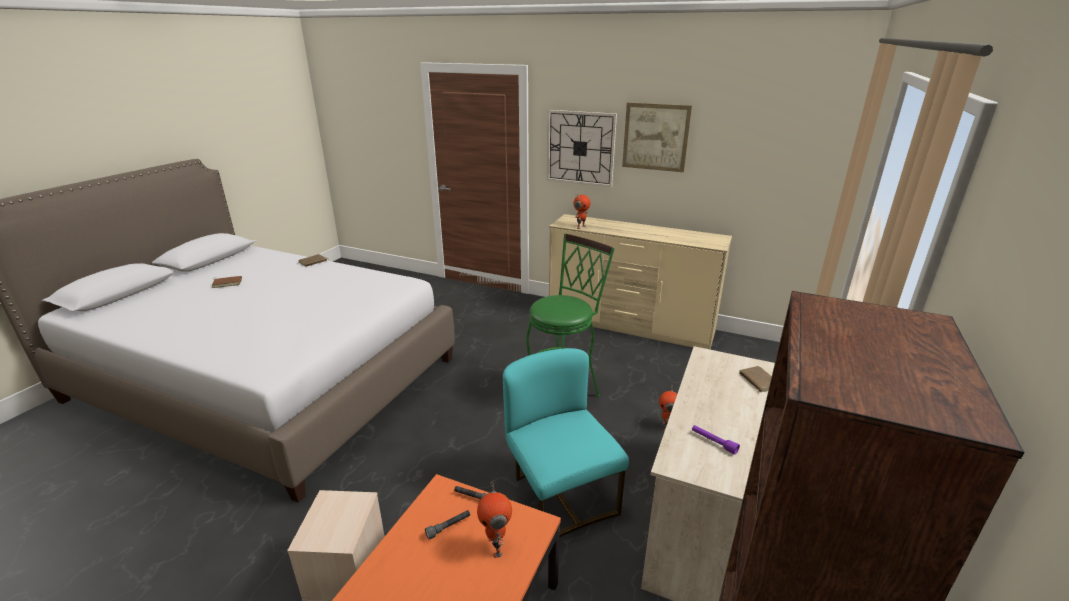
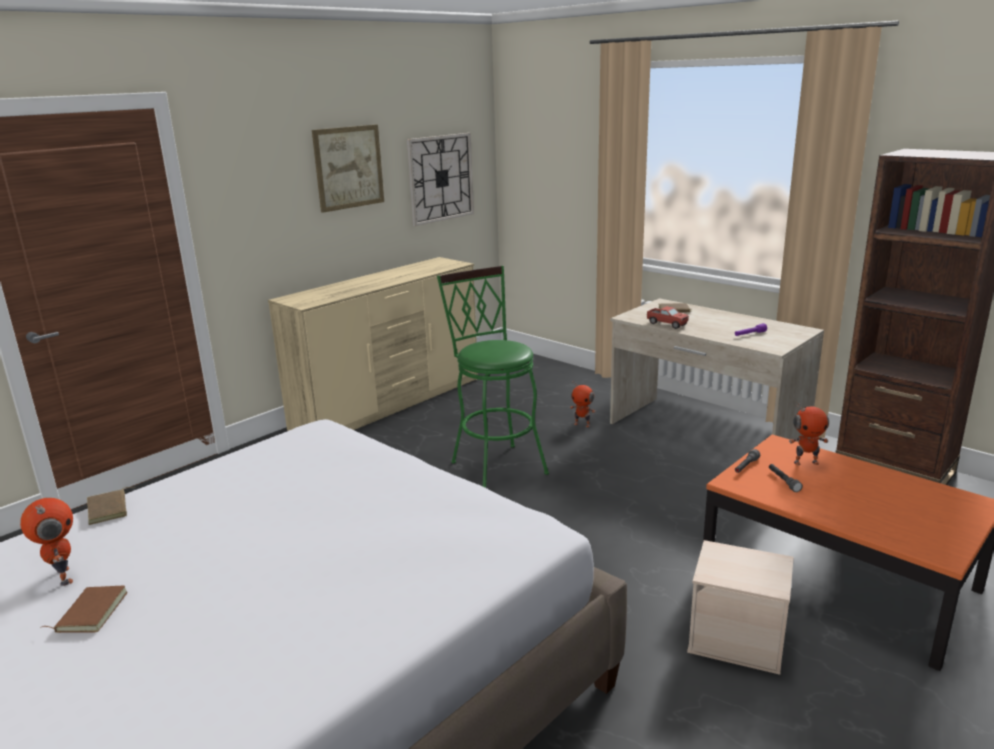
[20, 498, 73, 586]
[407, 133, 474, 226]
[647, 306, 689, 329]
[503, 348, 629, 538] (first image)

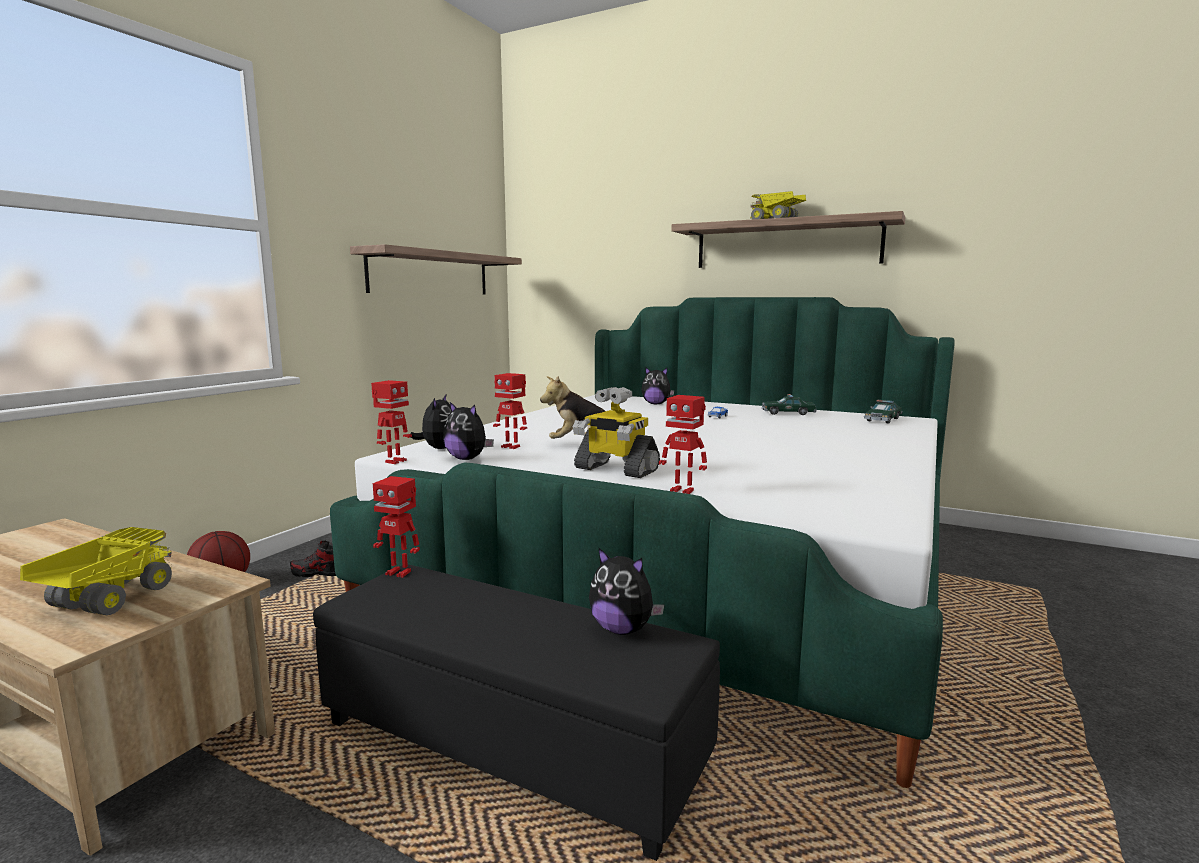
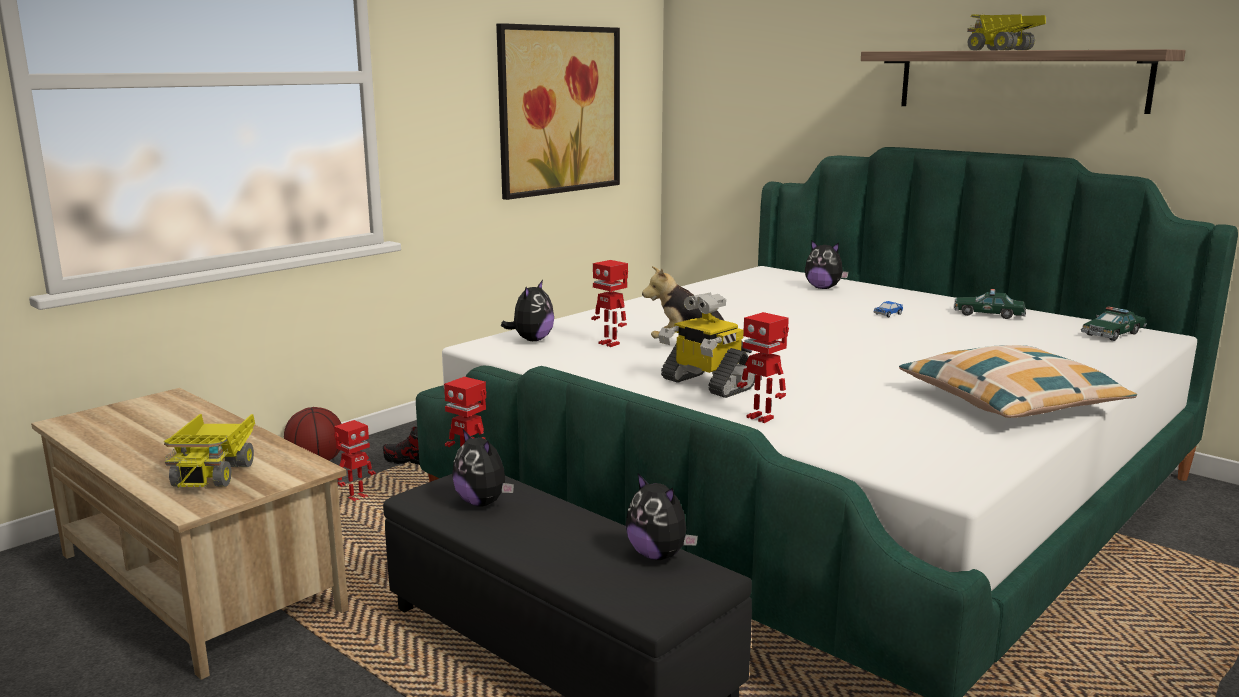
[164, 414, 255, 489]
[334, 420, 376, 501]
[452, 429, 514, 507]
[496, 23, 620, 200]
[899, 345, 1137, 418]

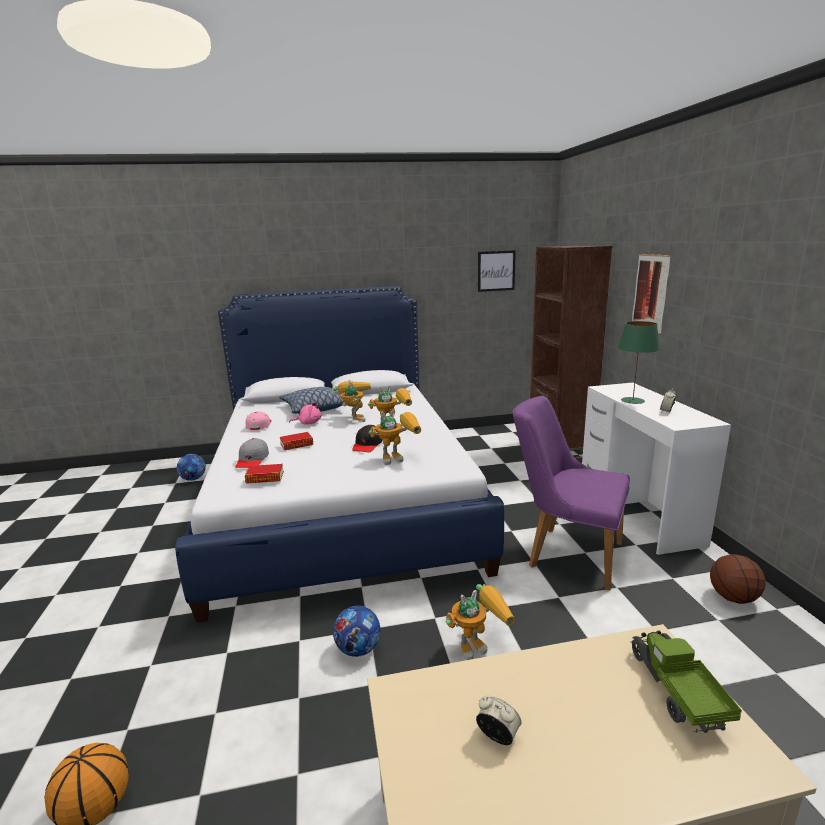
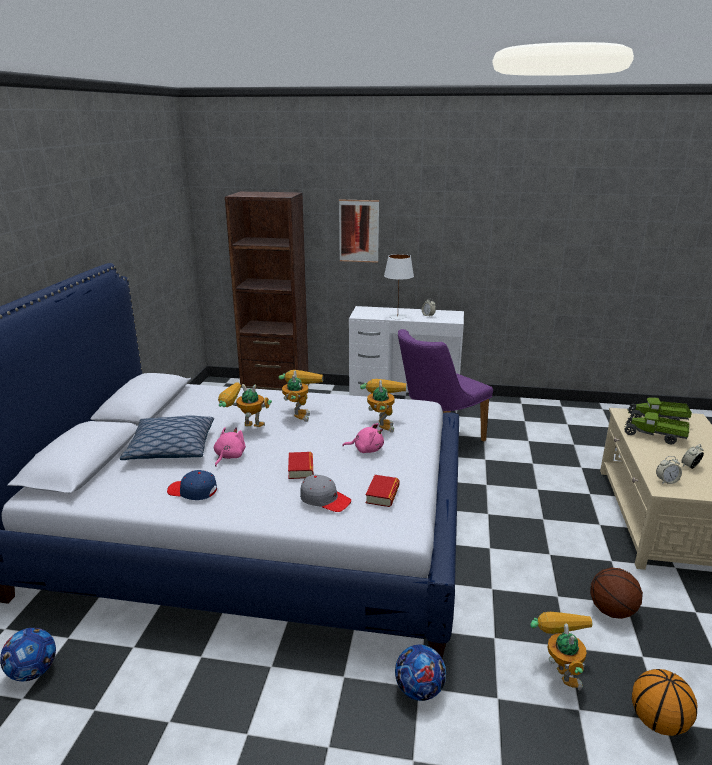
[167, 470, 217, 500]
[342, 423, 384, 453]
[384, 254, 414, 319]
[395, 645, 446, 701]
[530, 612, 592, 690]
[590, 568, 643, 619]
[624, 412, 689, 444]
[656, 456, 682, 484]
[352, 425, 383, 452] (first image)
[478, 250, 516, 292] (first image)

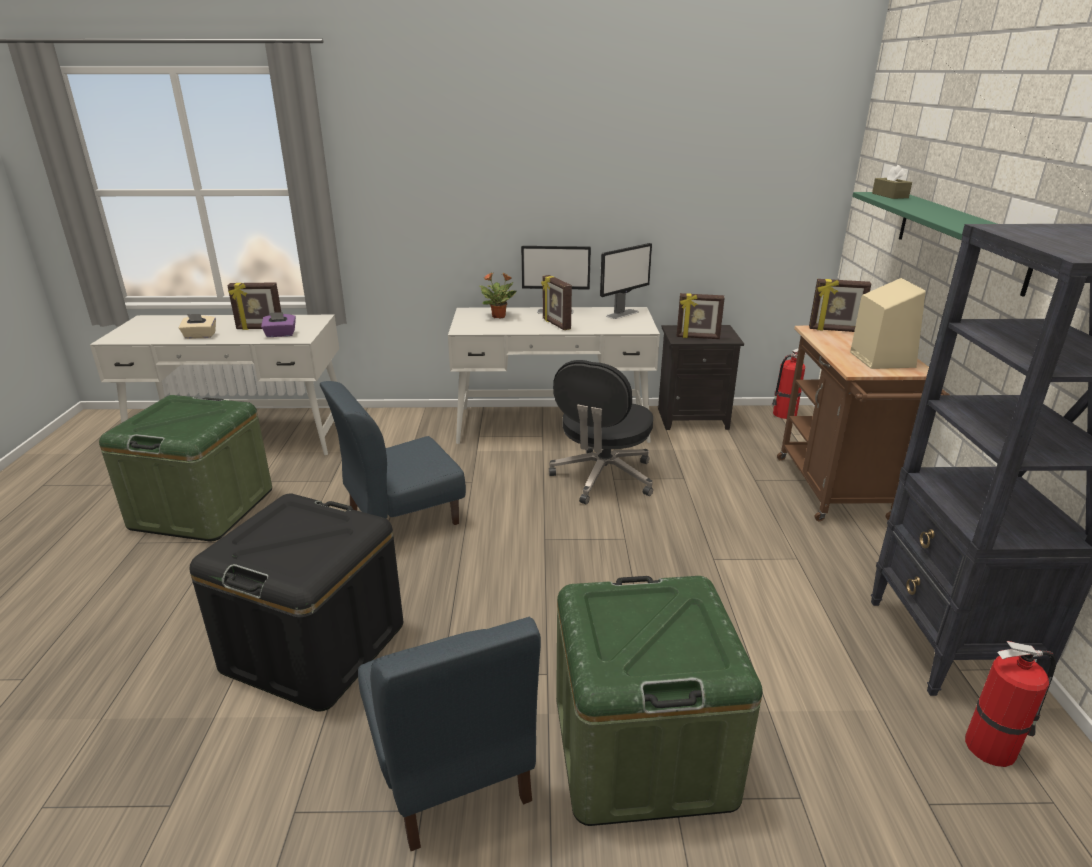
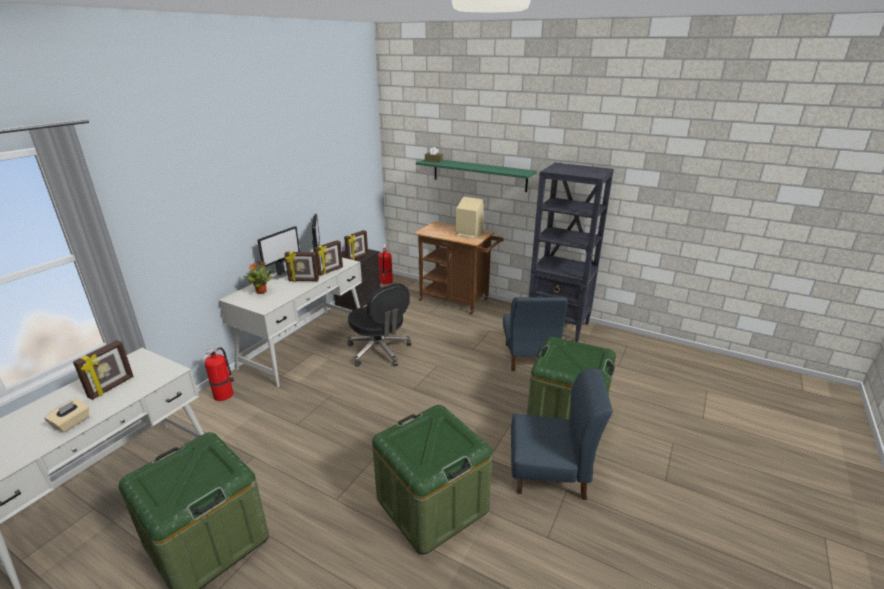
[202, 347, 235, 401]
[314, 240, 343, 276]
[372, 405, 492, 554]
[503, 297, 567, 371]
[261, 312, 296, 337] (first image)

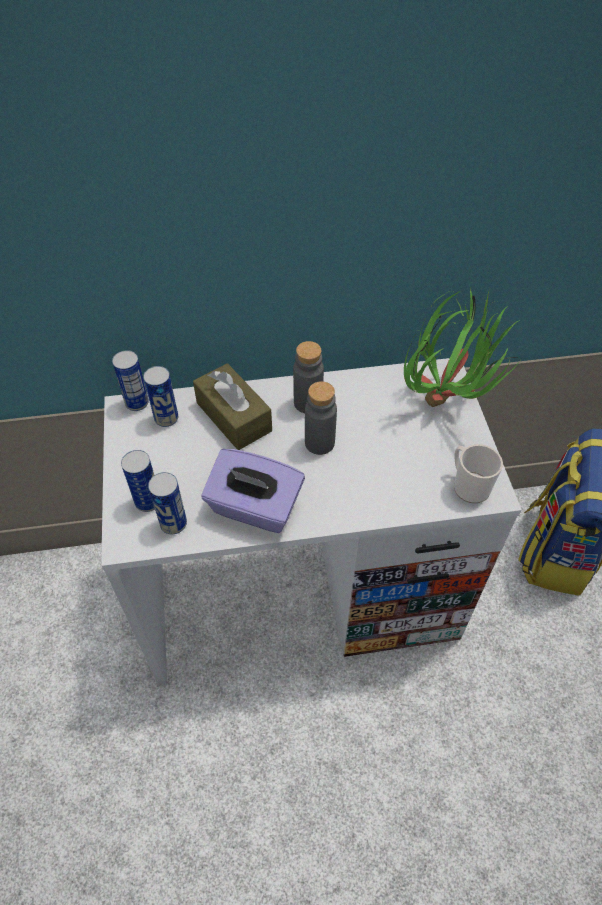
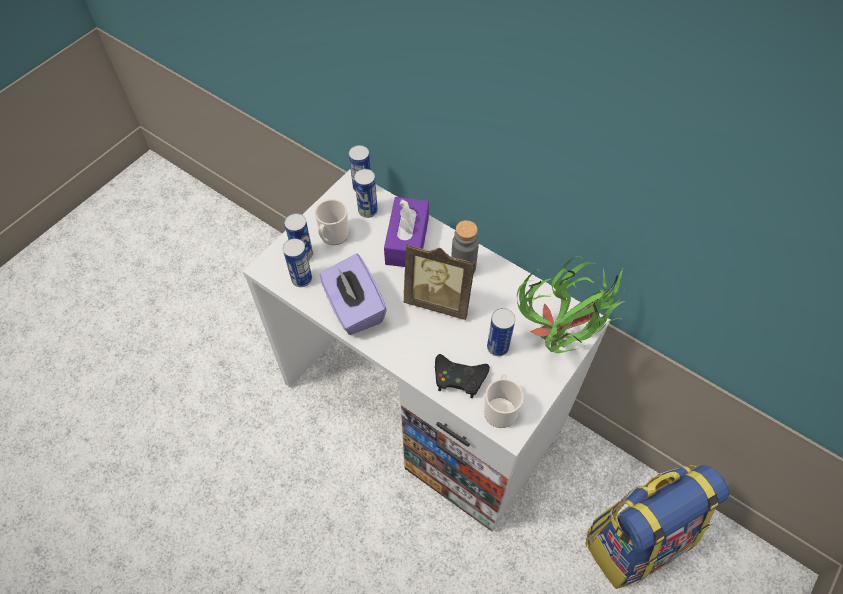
[315, 199, 349, 245]
[384, 197, 429, 267]
[404, 243, 475, 320]
[435, 354, 490, 398]
[487, 308, 515, 356]

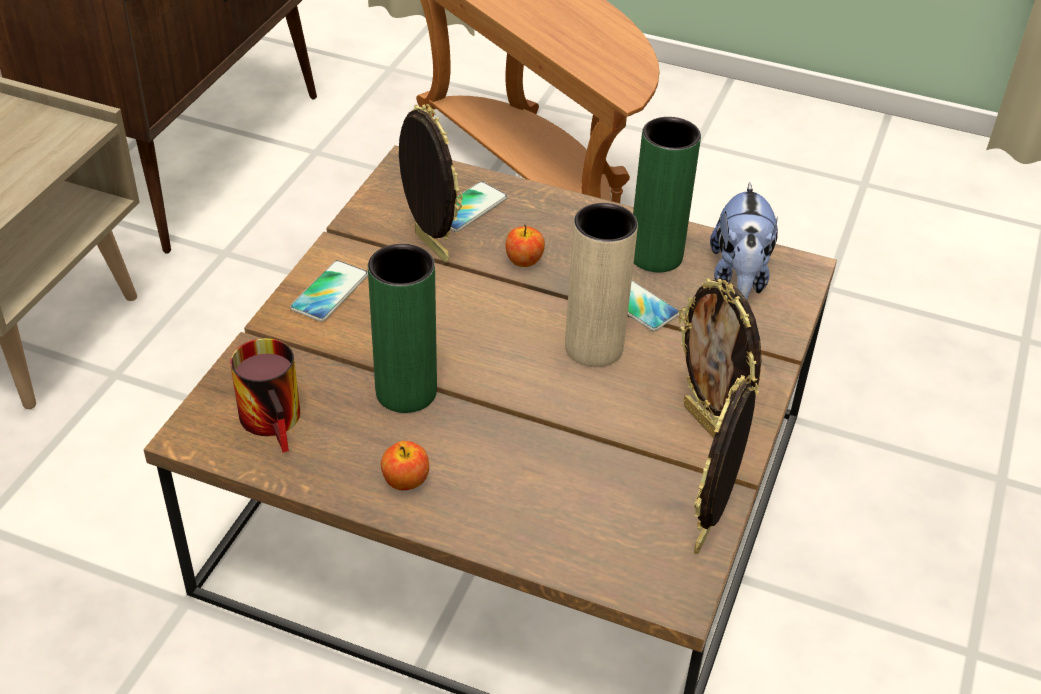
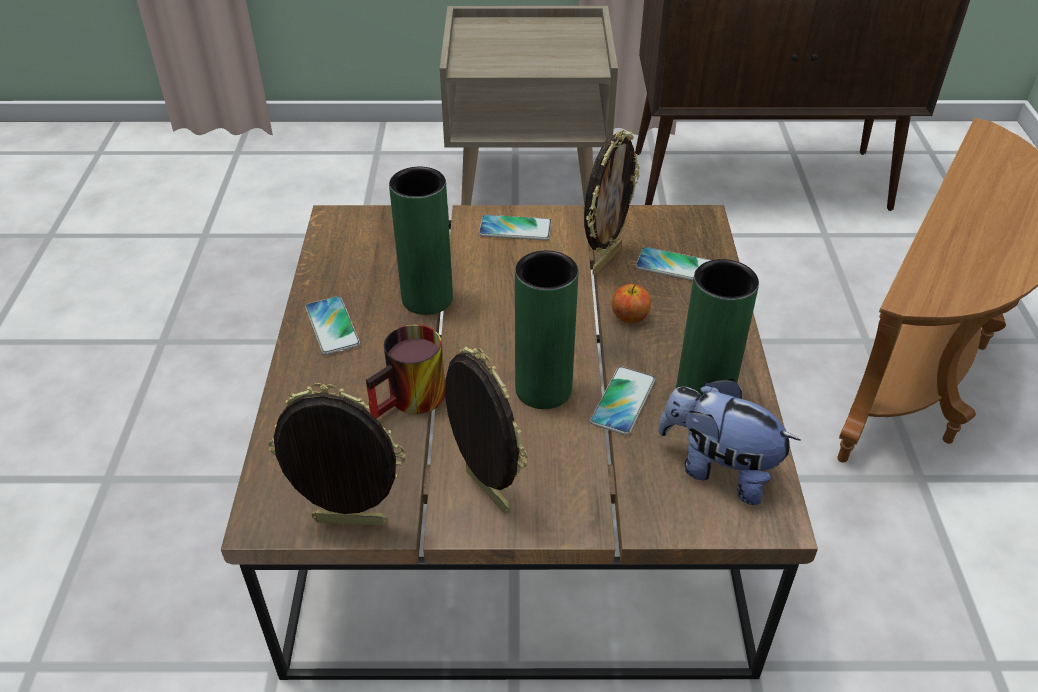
[305, 296, 360, 355]
[366, 324, 445, 418]
[445, 346, 528, 513]
[515, 250, 578, 409]
[658, 379, 801, 505]

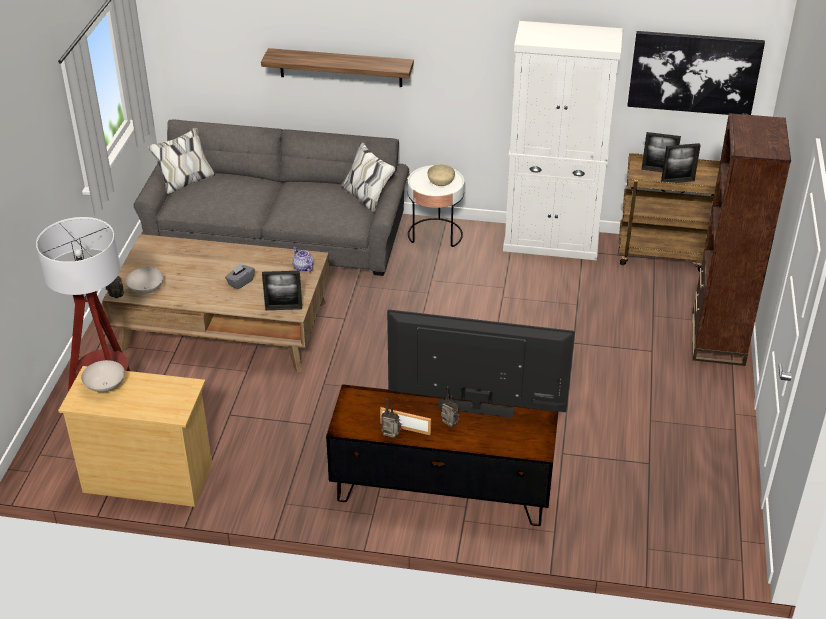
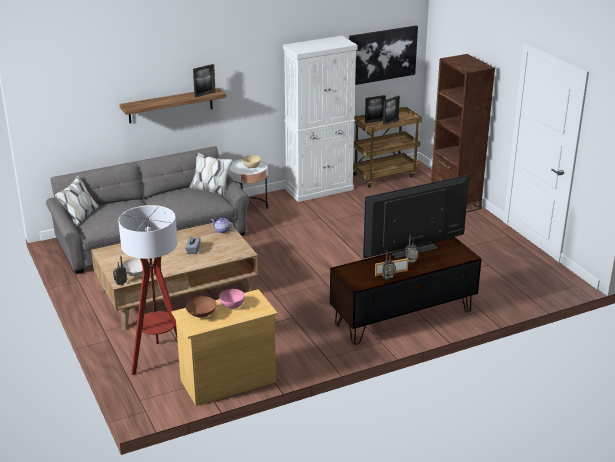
[185, 296, 217, 317]
[193, 64, 216, 97]
[219, 289, 245, 309]

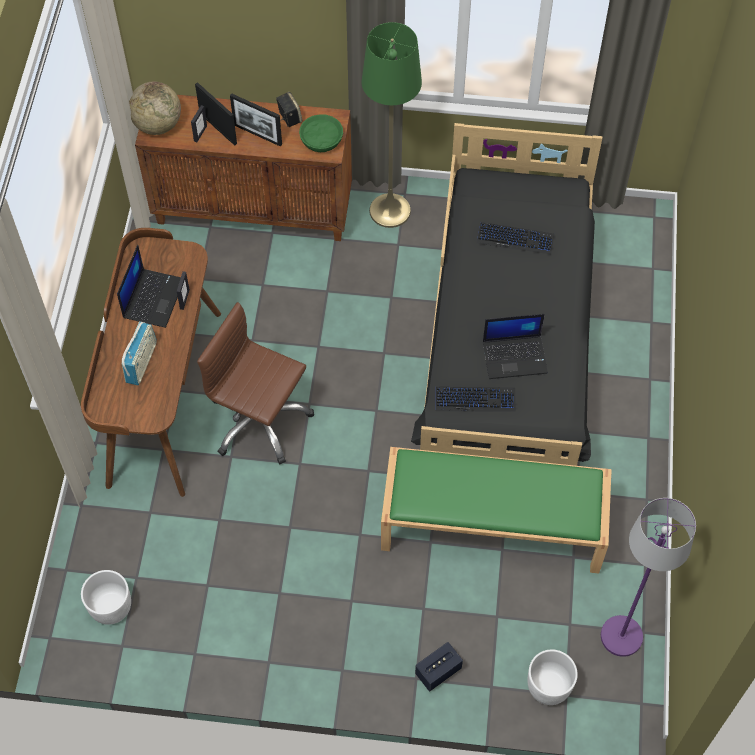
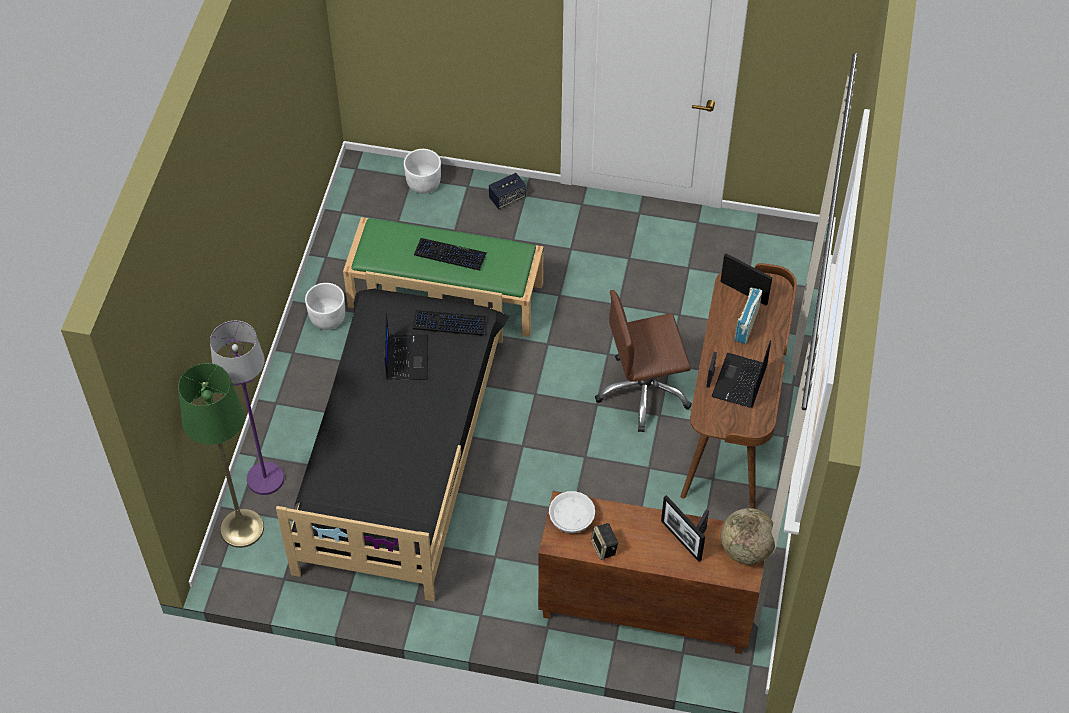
[178, 363, 264, 548]
[210, 321, 284, 495]
[305, 283, 345, 330]
[385, 313, 428, 380]
[414, 238, 487, 271]
[549, 491, 595, 534]
[595, 290, 692, 432]
[720, 253, 772, 306]

